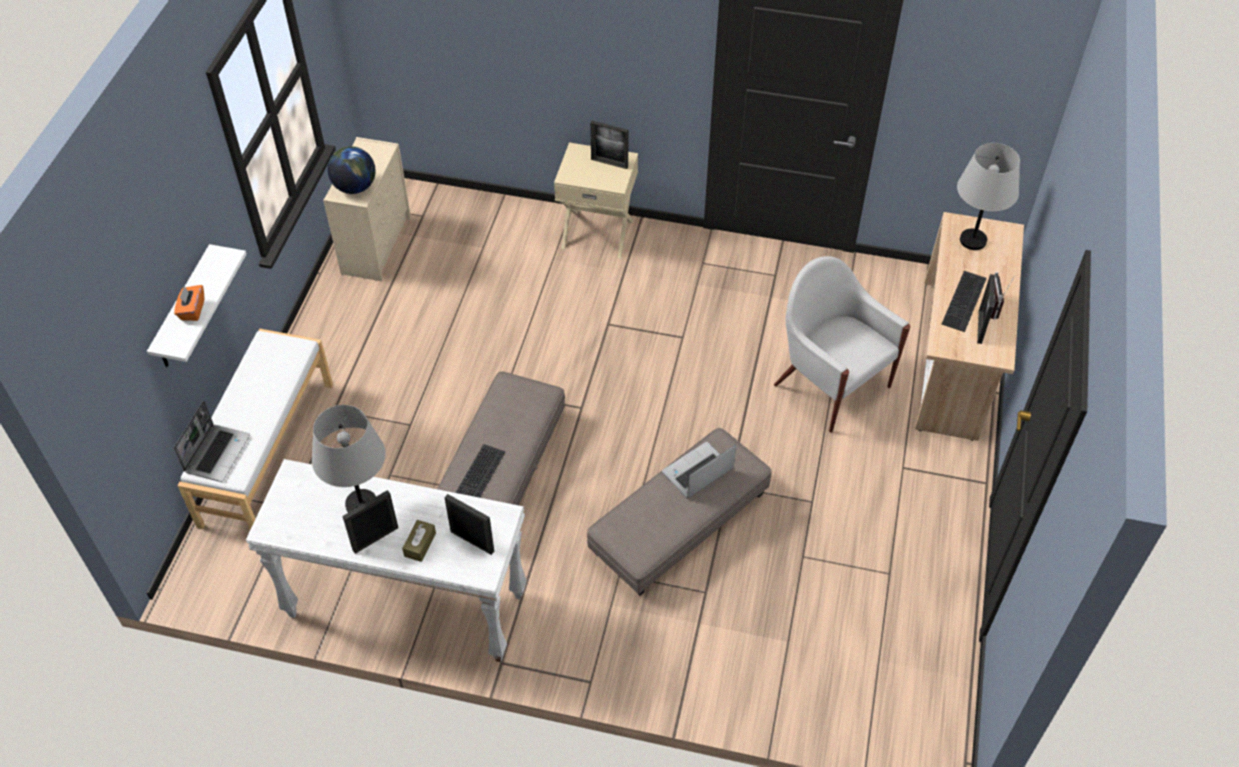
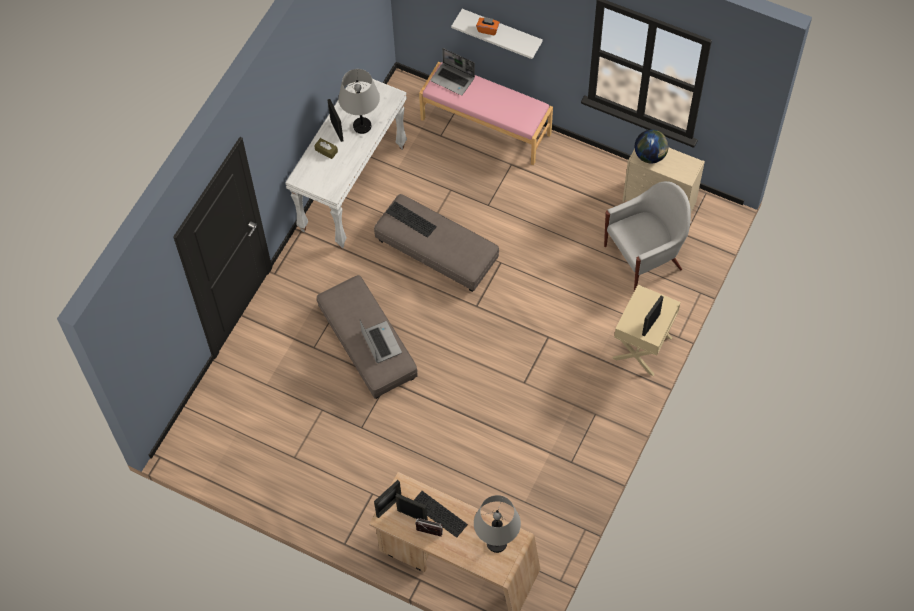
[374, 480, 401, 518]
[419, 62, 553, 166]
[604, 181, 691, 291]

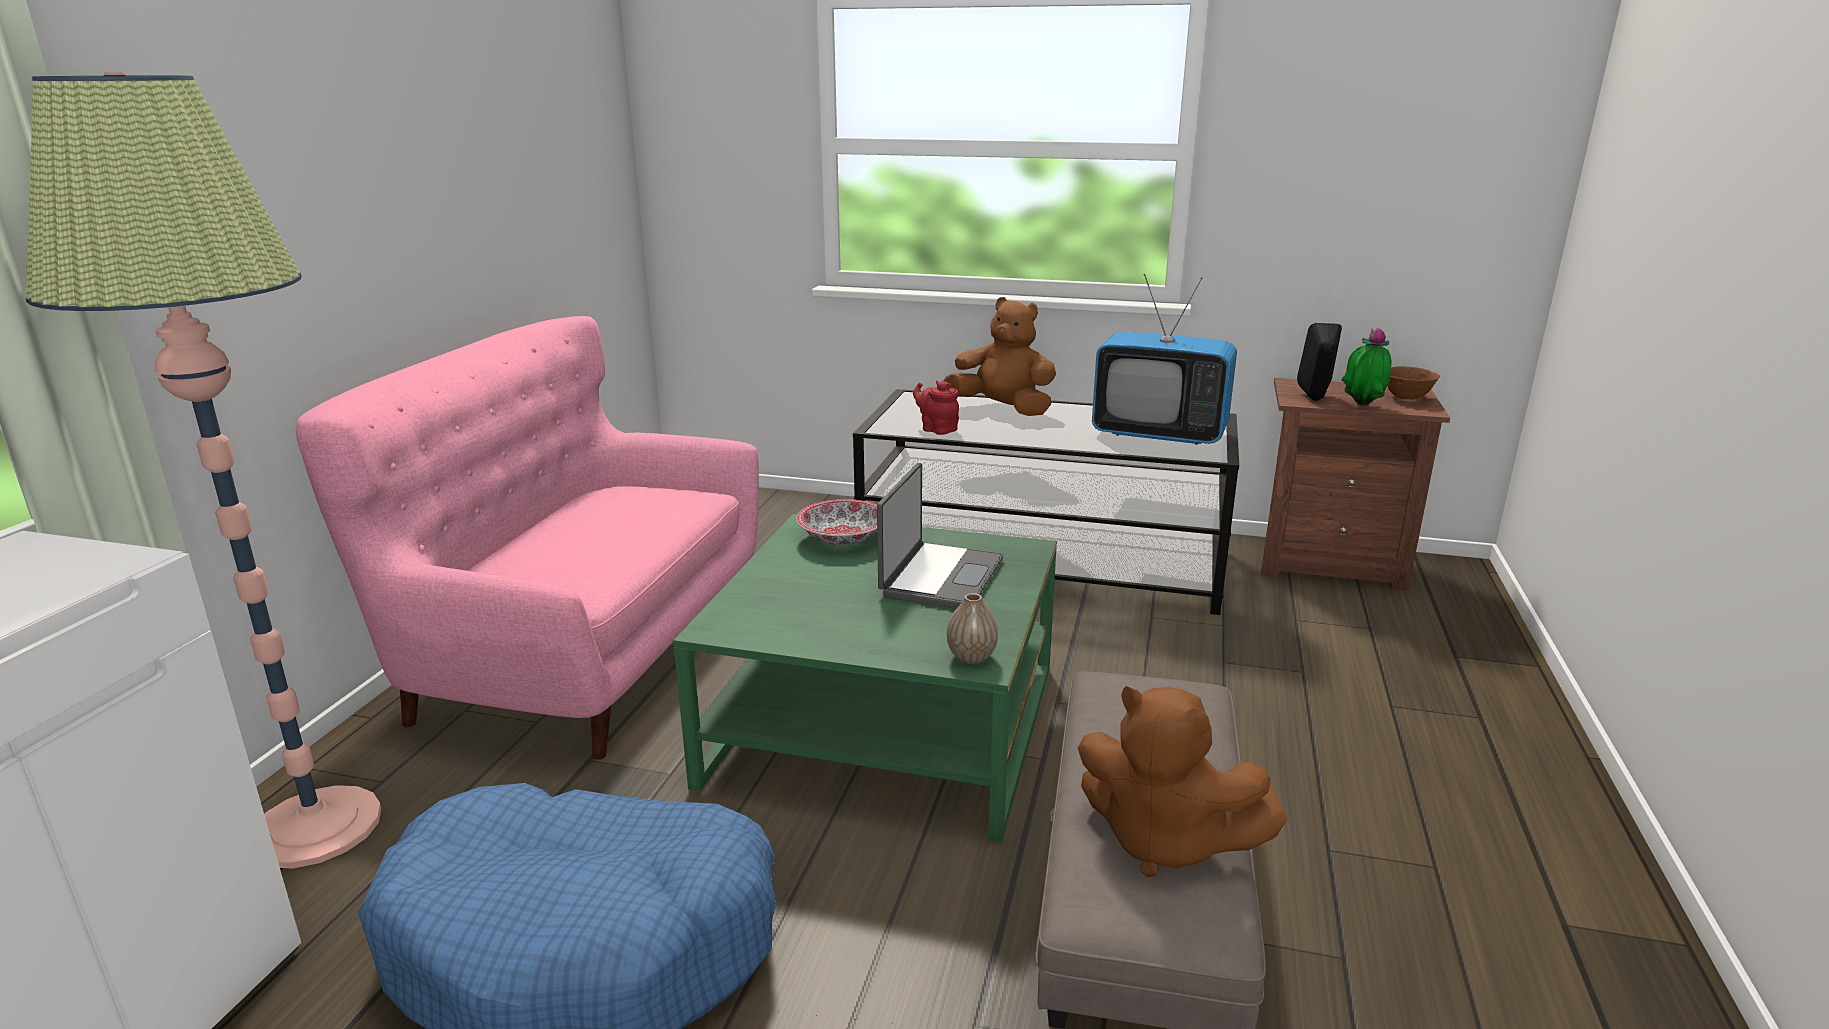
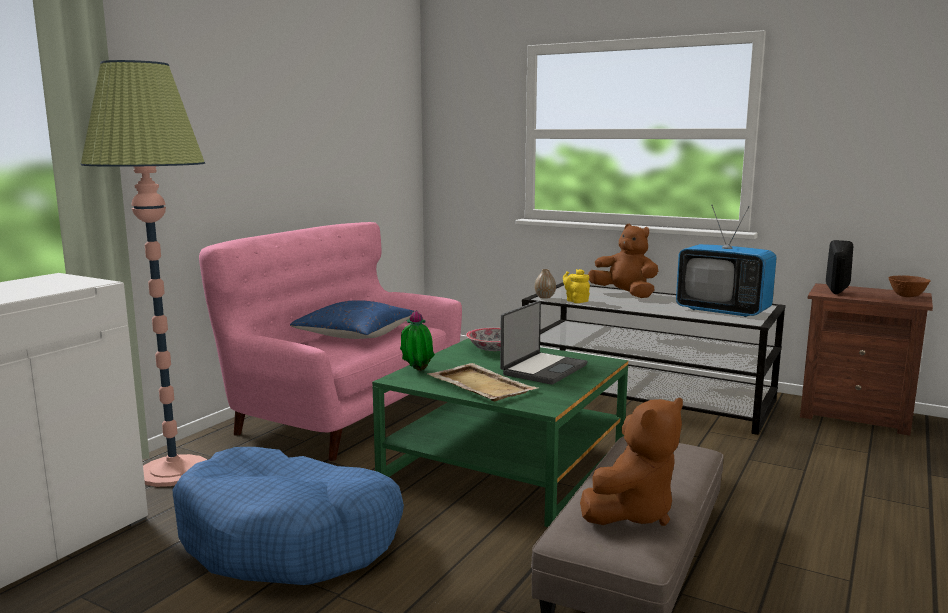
[290, 300, 414, 339]
[400, 310, 435, 371]
[427, 363, 538, 401]
[535, 269, 556, 299]
[563, 269, 590, 303]
[580, 398, 683, 526]

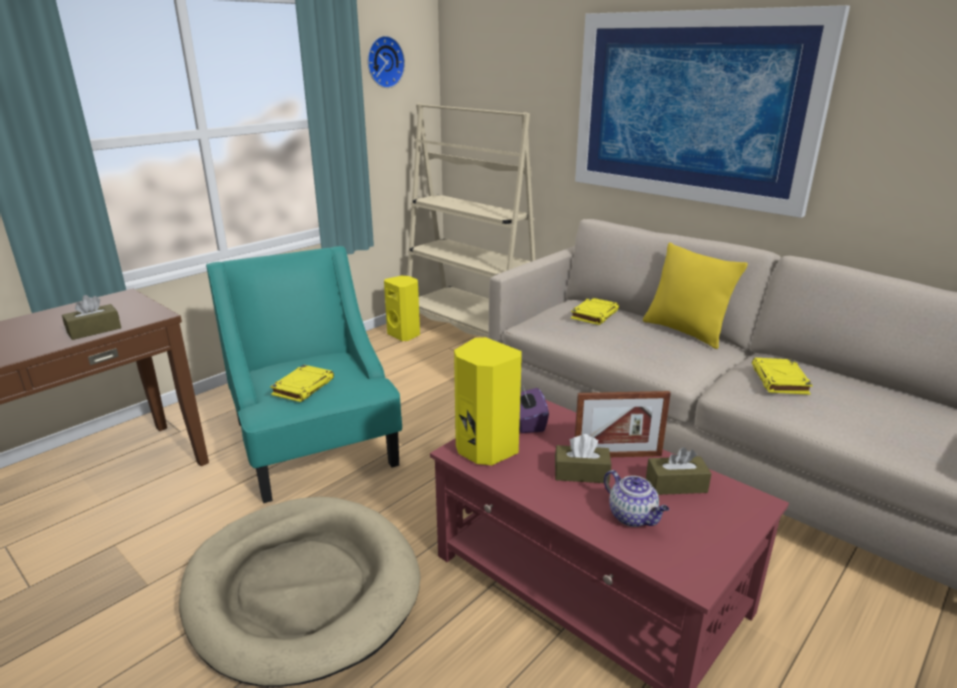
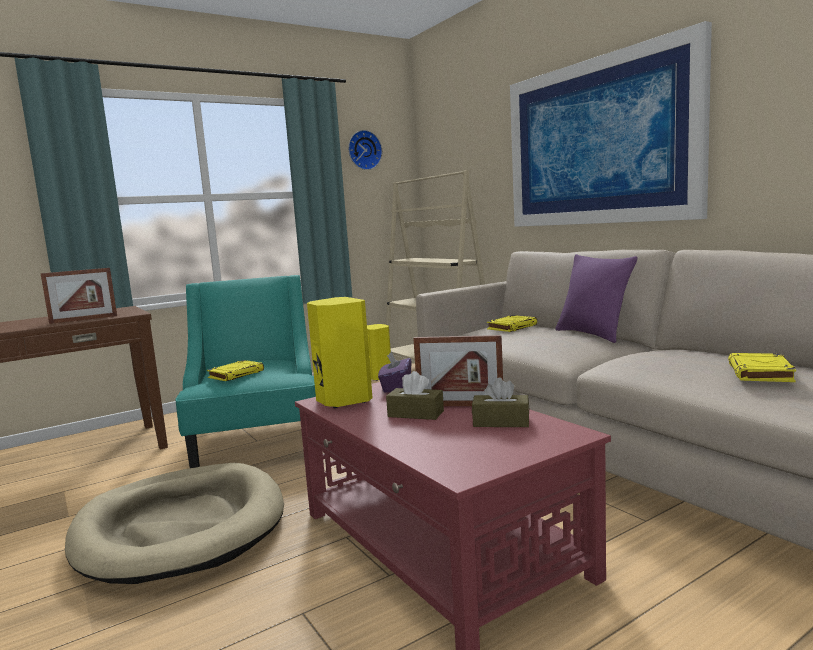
[41, 268, 117, 324]
[555, 254, 638, 343]
[728, 353, 796, 382]
[604, 470, 669, 527] (first image)

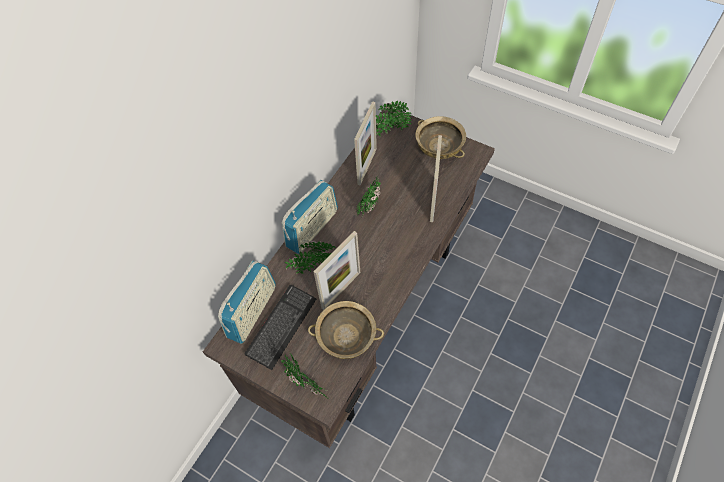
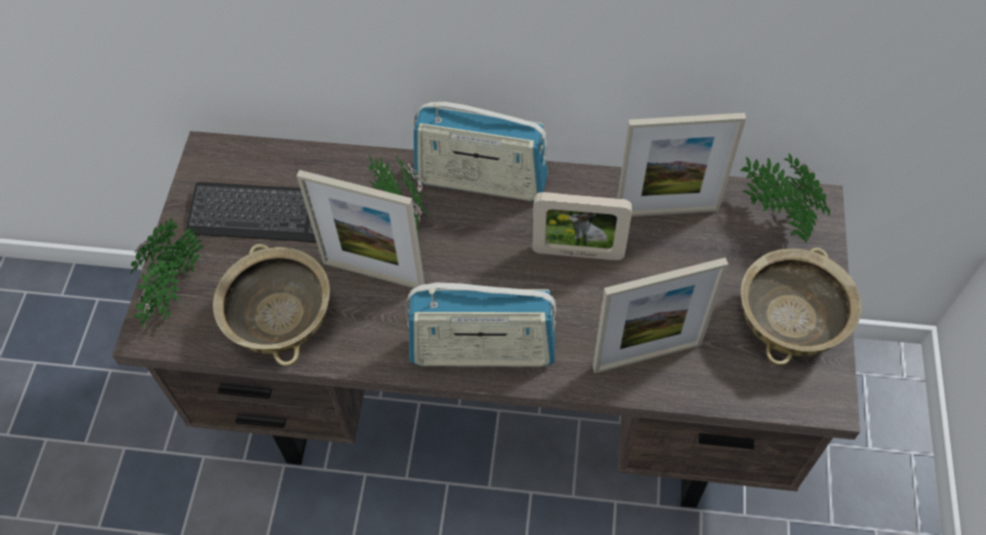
[405, 283, 556, 367]
[532, 192, 632, 260]

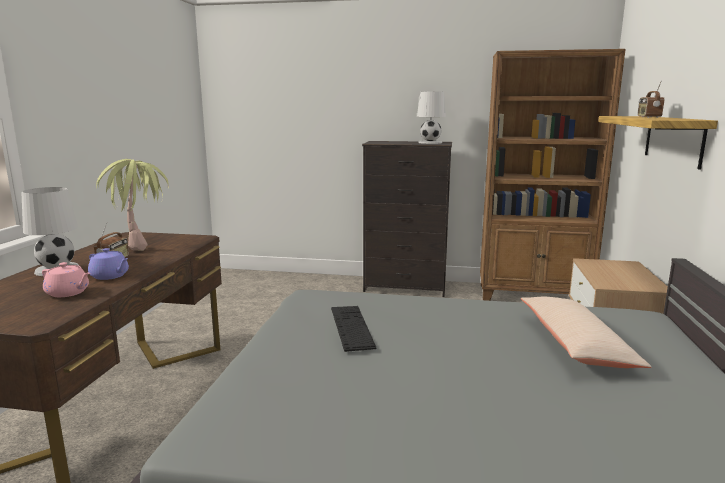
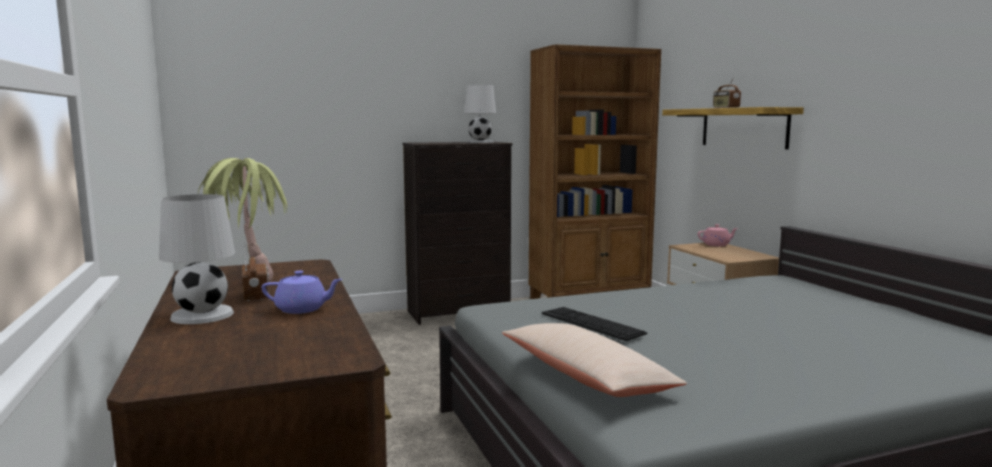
[502, 323, 687, 397]
[698, 224, 738, 246]

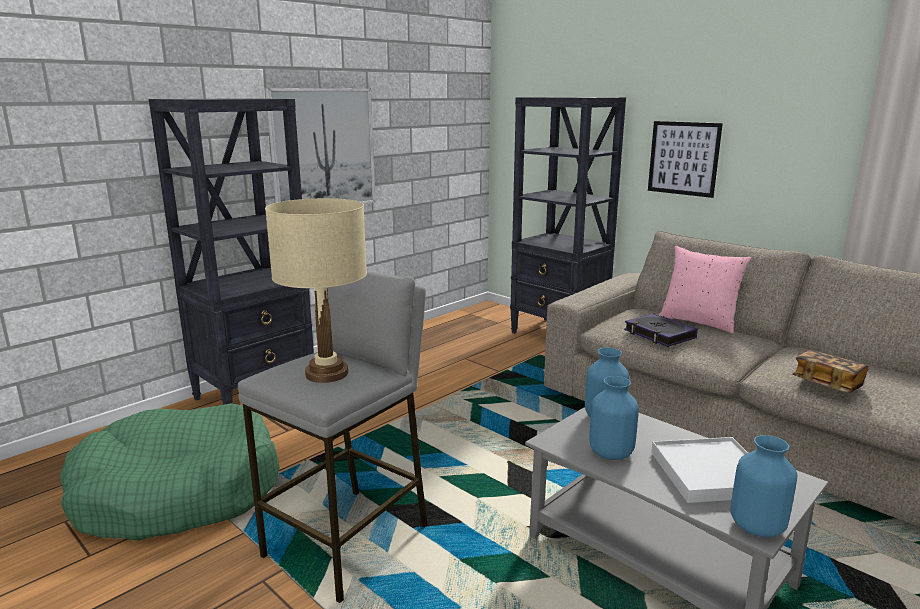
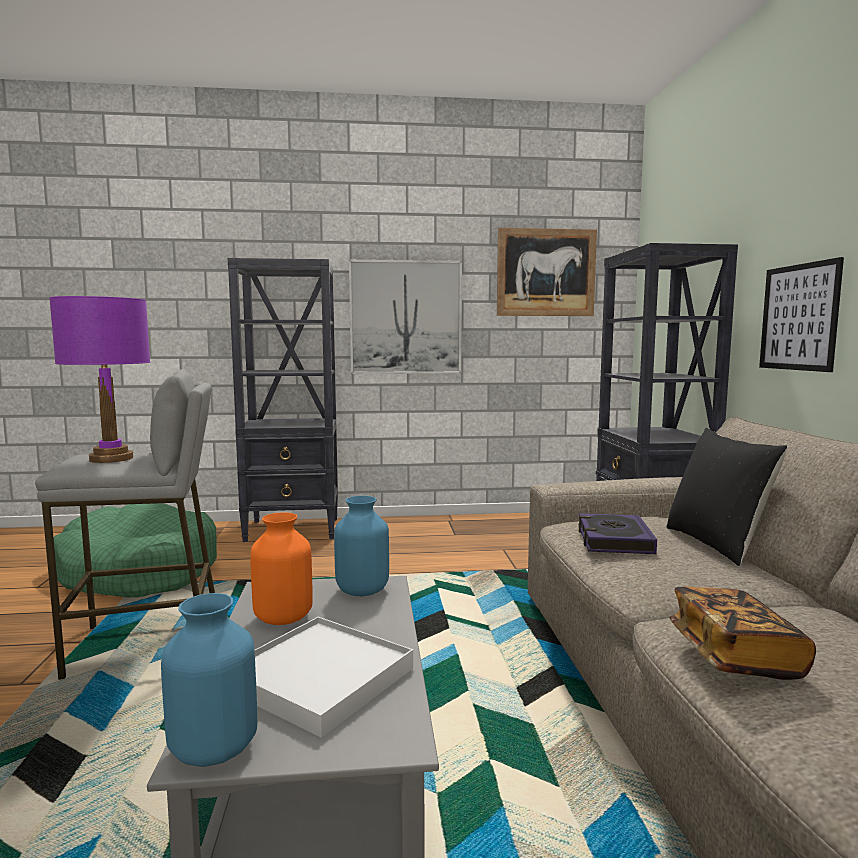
[49, 296, 150, 463]
[250, 512, 313, 625]
[497, 228, 597, 316]
[667, 428, 788, 566]

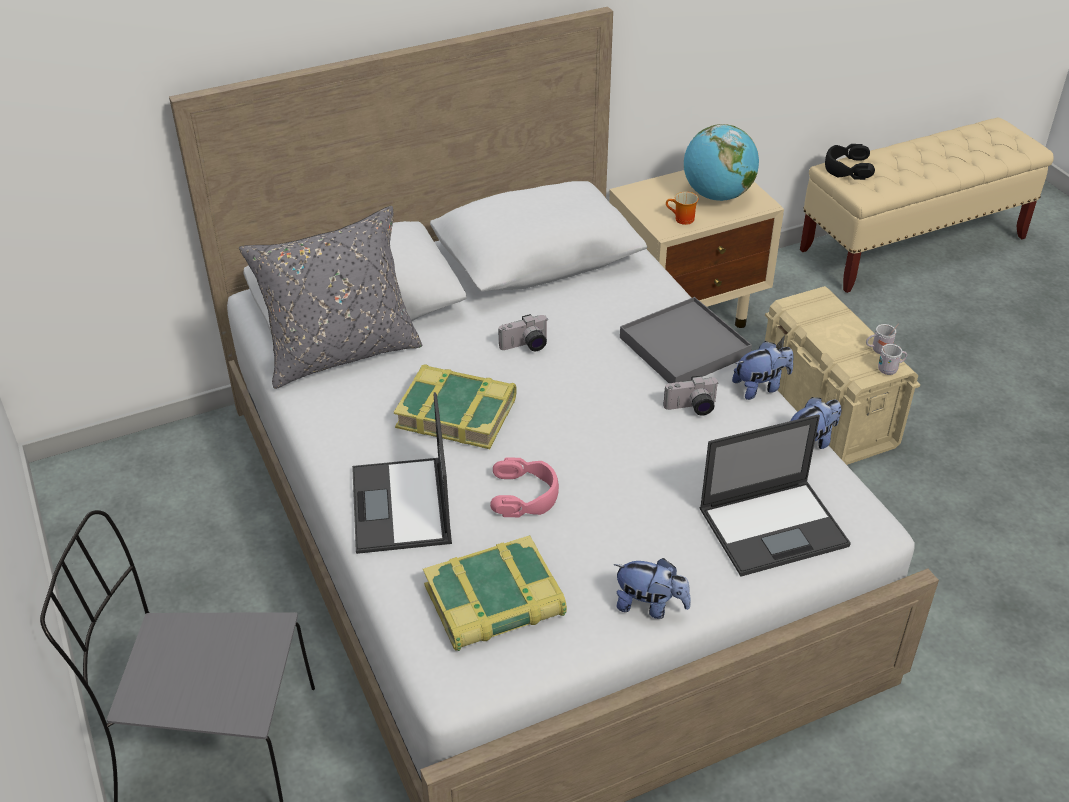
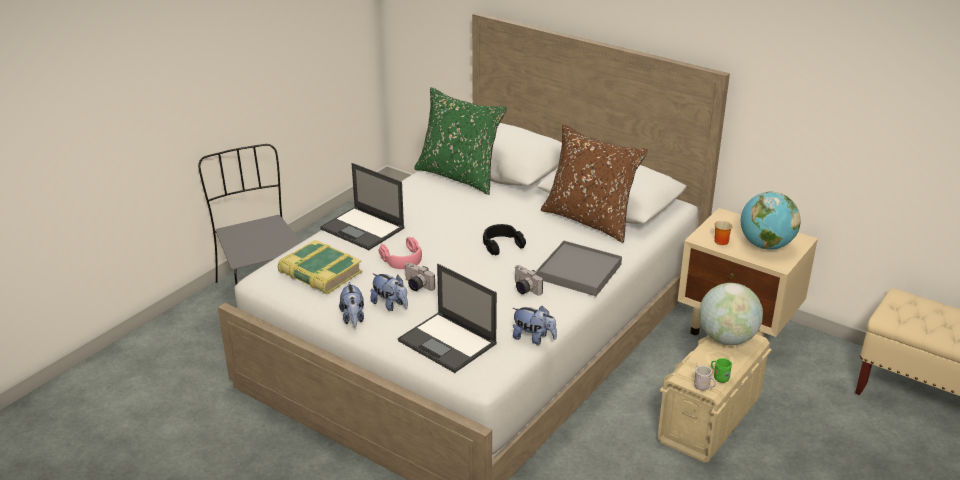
[320, 163, 405, 250]
[370, 273, 408, 311]
[405, 263, 435, 291]
[414, 87, 507, 195]
[483, 224, 526, 255]
[541, 124, 648, 243]
[699, 283, 763, 345]
[711, 358, 732, 383]
[394, 364, 517, 449] (first image)

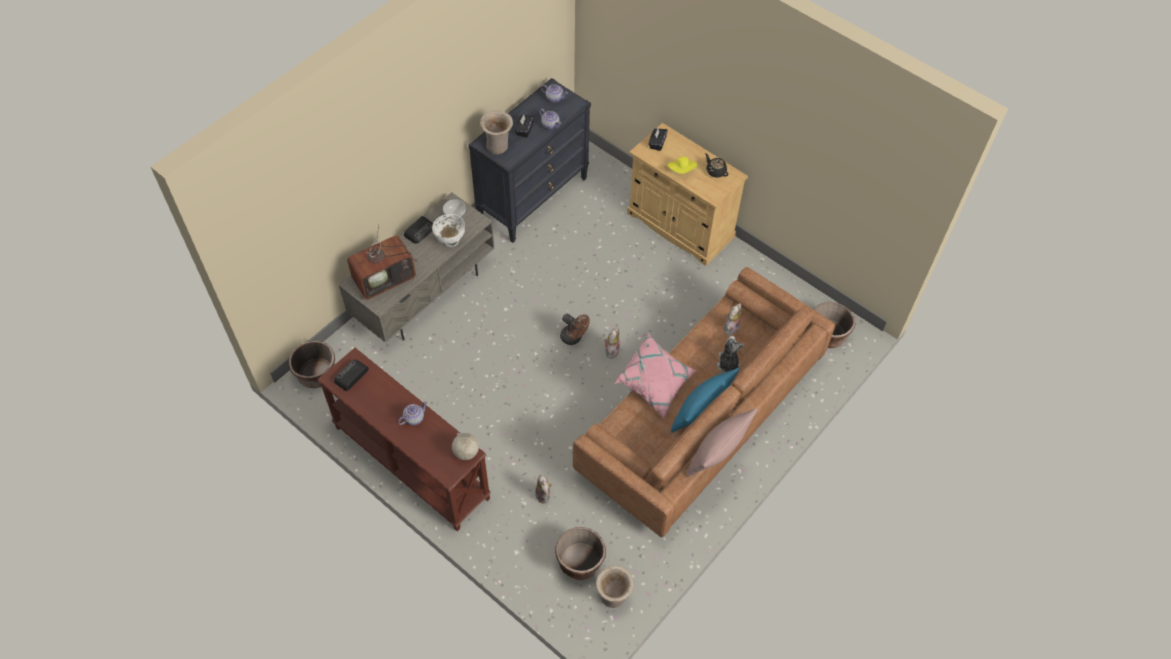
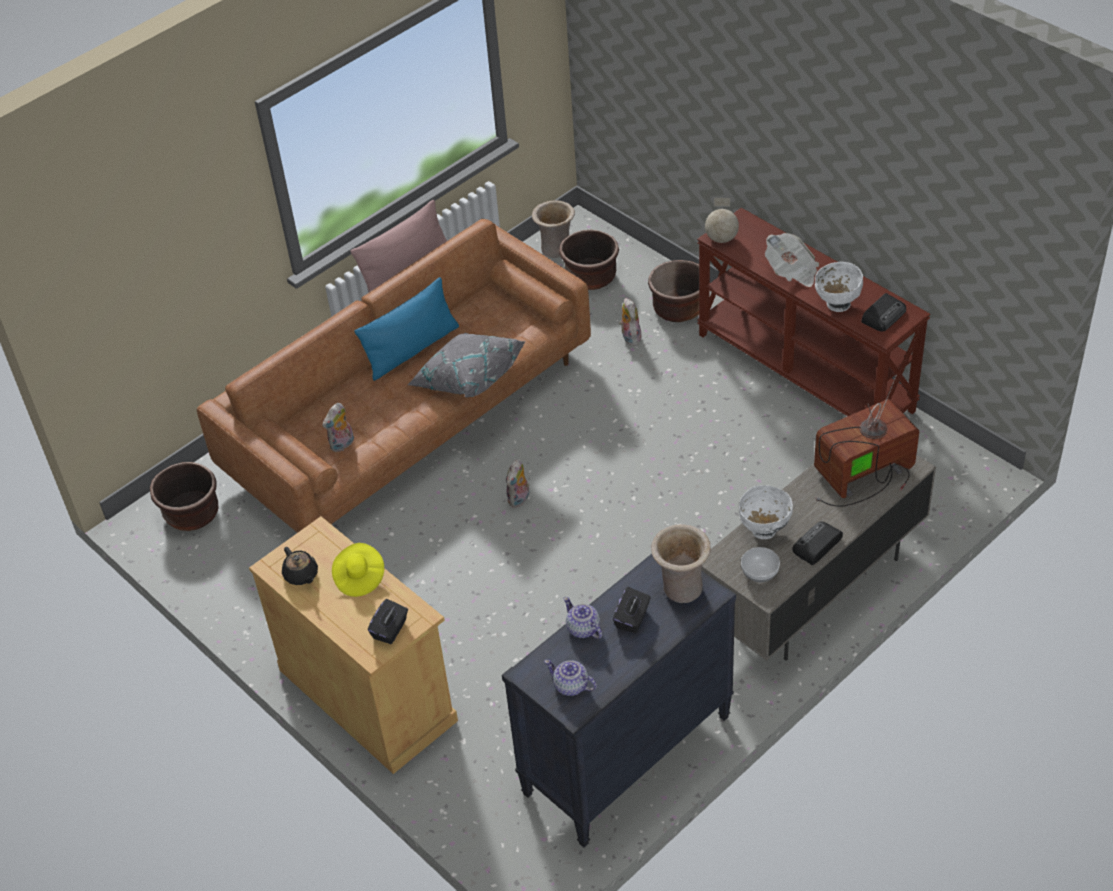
[408, 333, 525, 398]
[648, 260, 699, 322]
[765, 233, 819, 287]
[815, 262, 863, 312]
[560, 313, 590, 345] (first image)
[716, 336, 744, 373] (first image)

